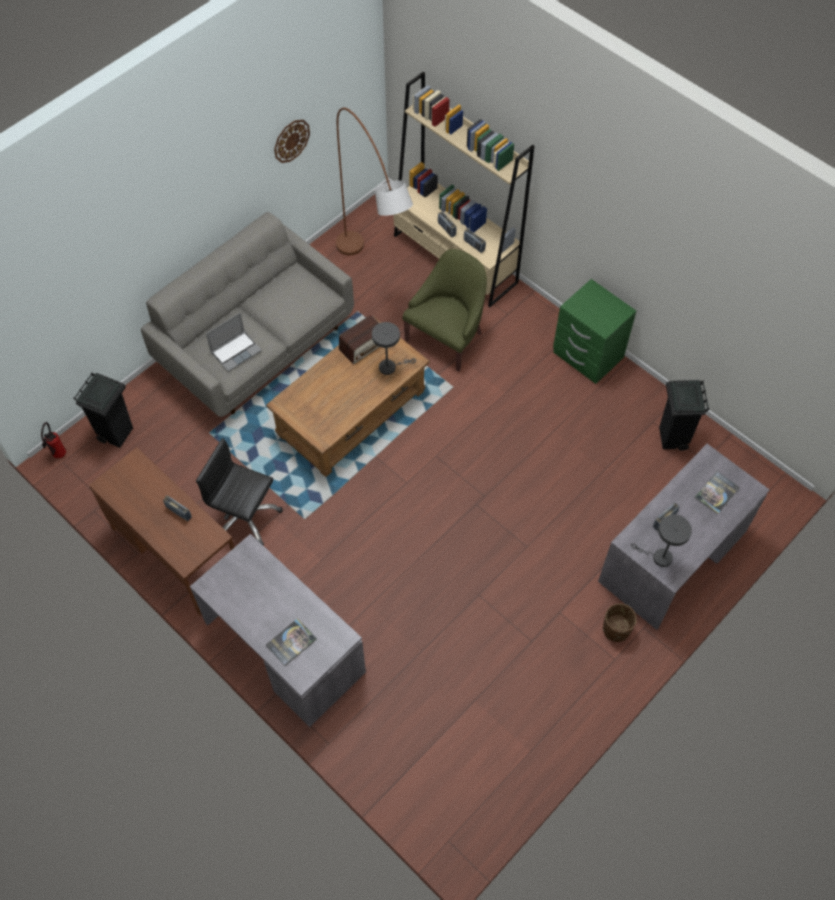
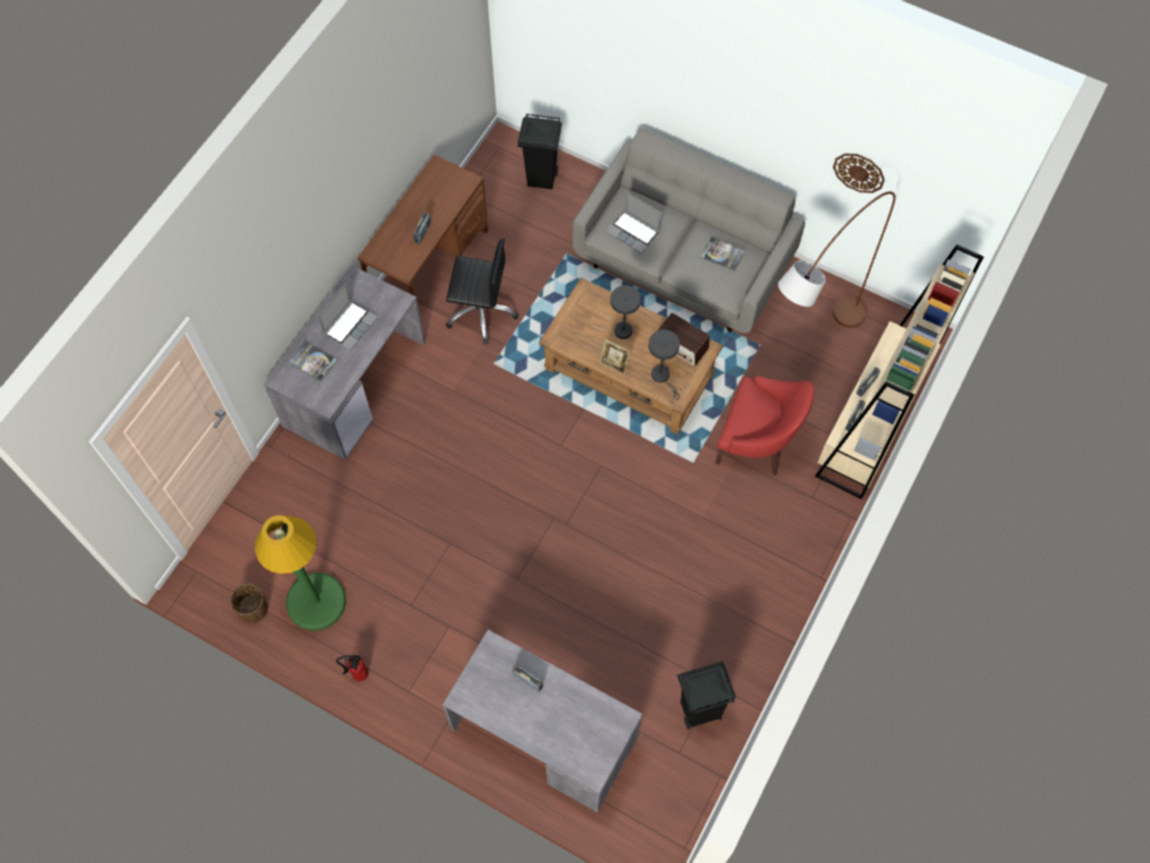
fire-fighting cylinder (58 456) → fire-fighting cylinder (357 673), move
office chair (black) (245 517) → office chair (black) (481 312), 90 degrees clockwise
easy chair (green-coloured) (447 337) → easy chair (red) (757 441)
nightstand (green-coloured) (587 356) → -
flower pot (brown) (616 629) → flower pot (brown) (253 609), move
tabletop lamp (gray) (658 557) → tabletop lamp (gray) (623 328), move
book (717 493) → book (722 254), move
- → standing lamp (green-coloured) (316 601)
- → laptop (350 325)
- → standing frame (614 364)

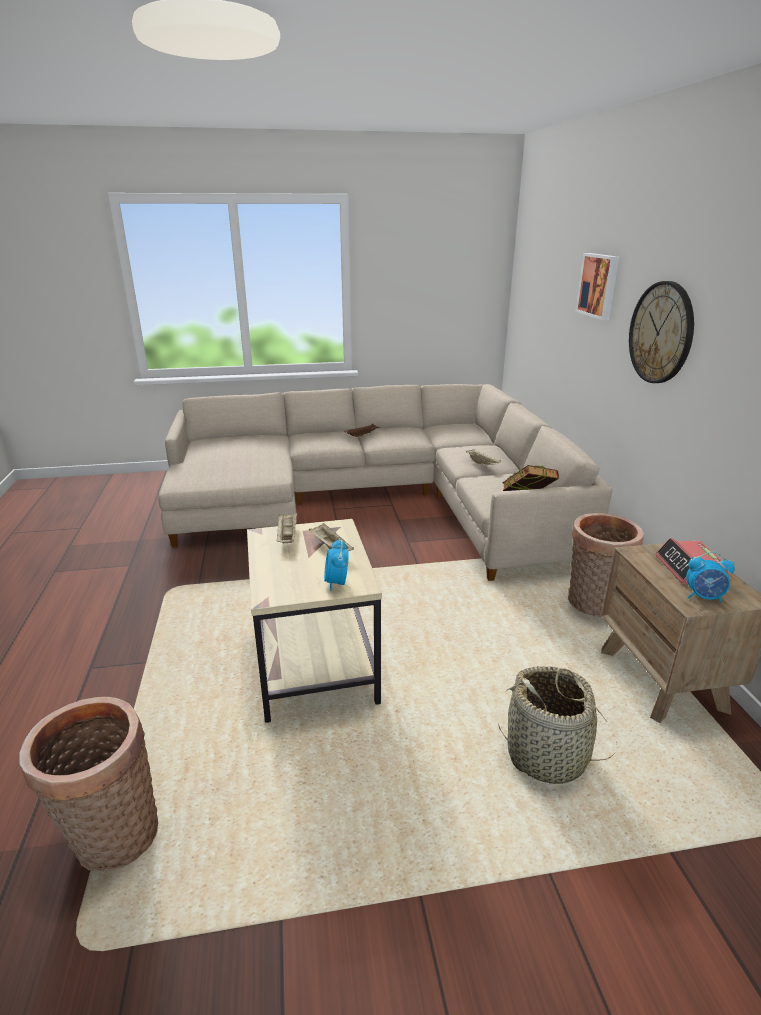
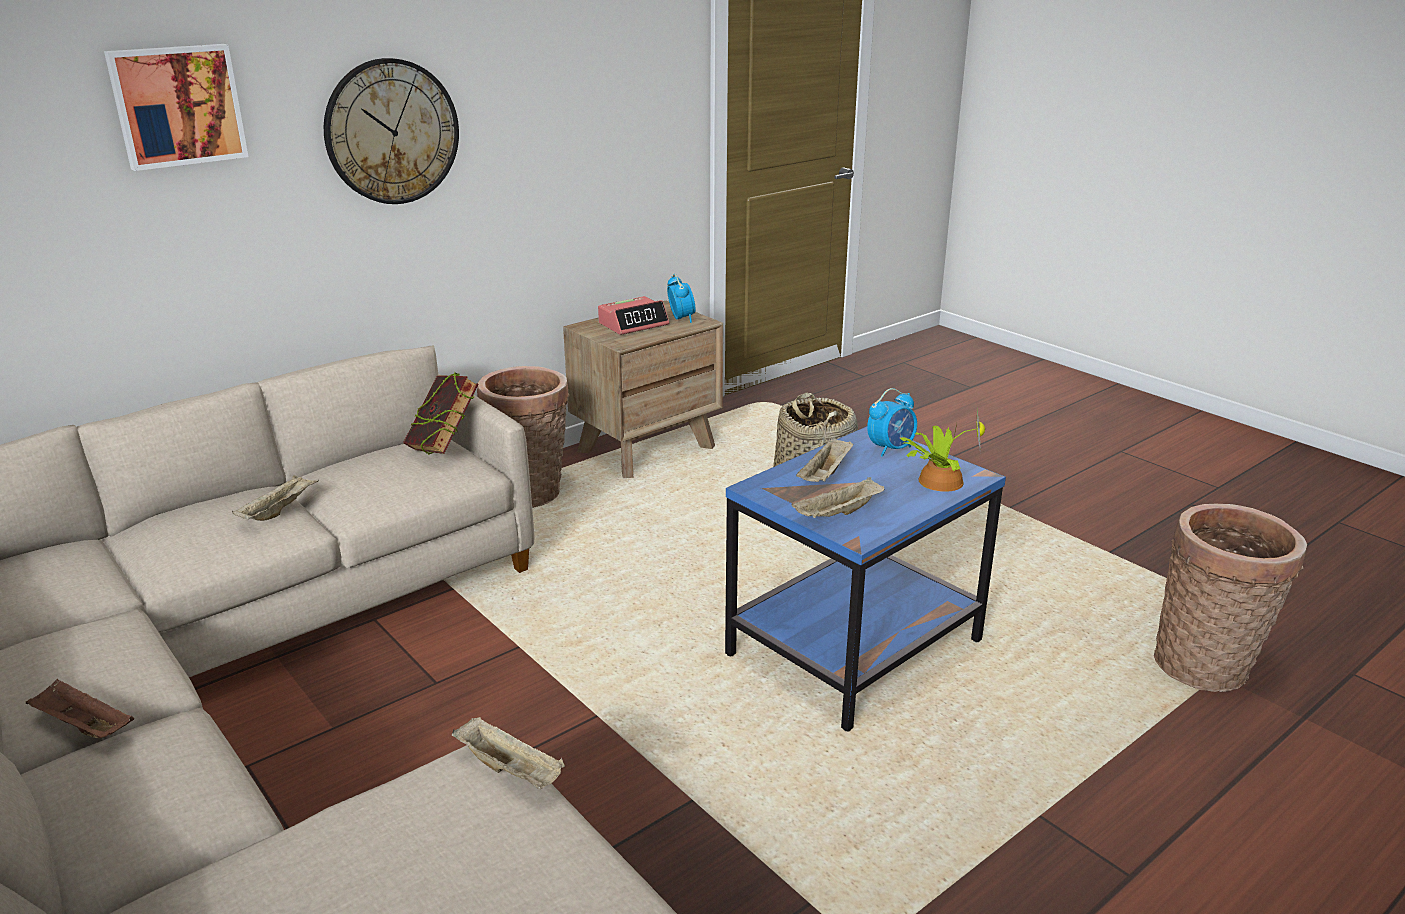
accent table (beige-coloured) (316 665) → accent table (blue-coloured) (853 648)
- → serving tray (beige-coloured) (511 770)
- → houseplant (938 480)

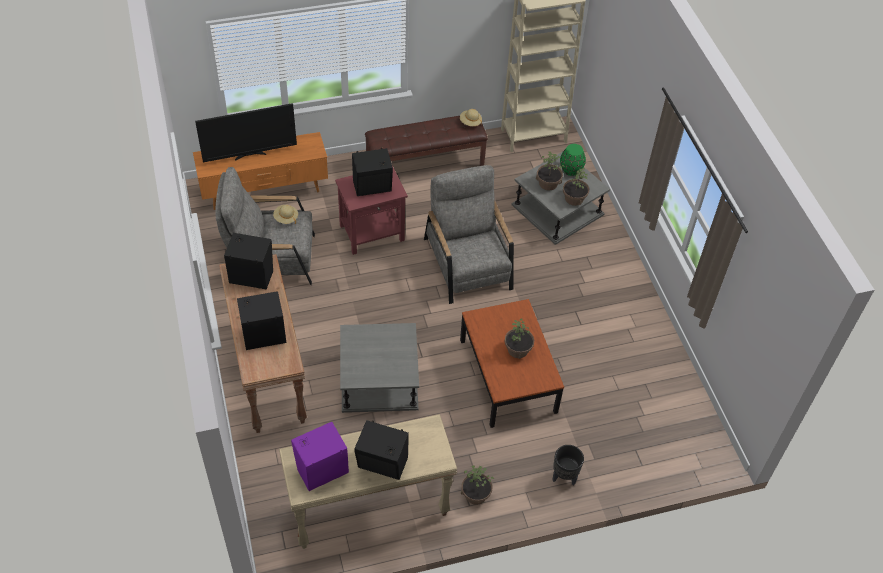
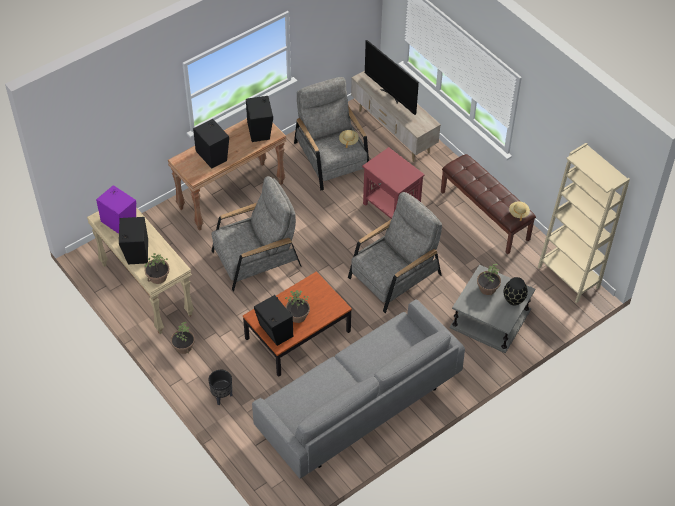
tv unit (orange) (265 192) → tv unit (beige-coloured) (393 132)
accent table (gray) (379 379) → easy chair (gray) (256 259)
loudspeaker (black) (373 187) → loudspeaker (black) (275 332), move
decorative vase (green-coloured) (571 170) → decorative vase (black) (514 299)
houseplant (573 198) → houseplant (158 276), move
- → sofa (gray) (358 404)

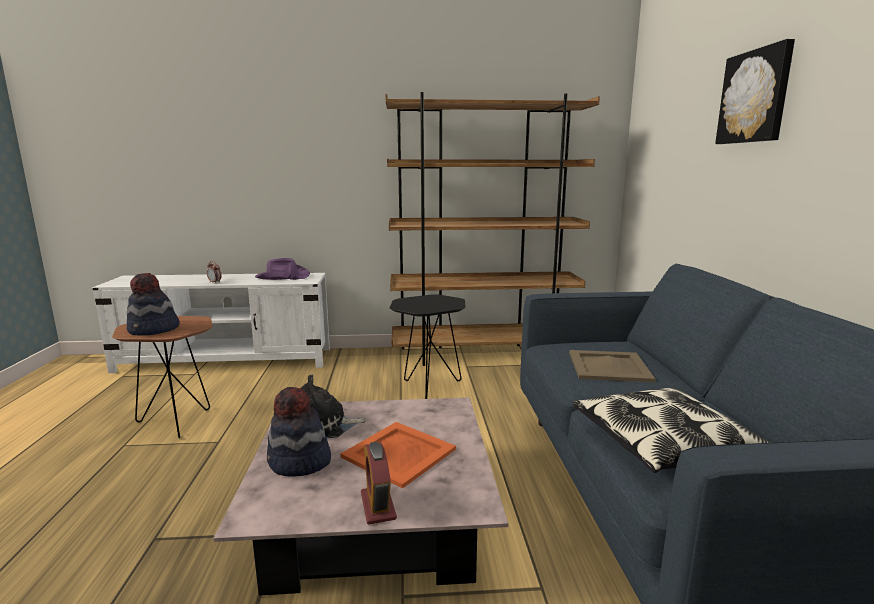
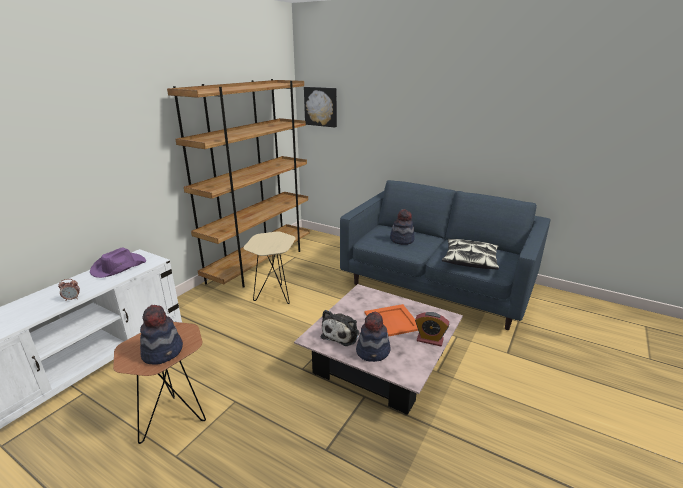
accent table (black) (428 387) → accent table (beige-coloured) (274 297)
serving tray (beige-coloured) (609 366) → wearable hat (402 240)
wall picture (755 97) → wall picture (321 106), move

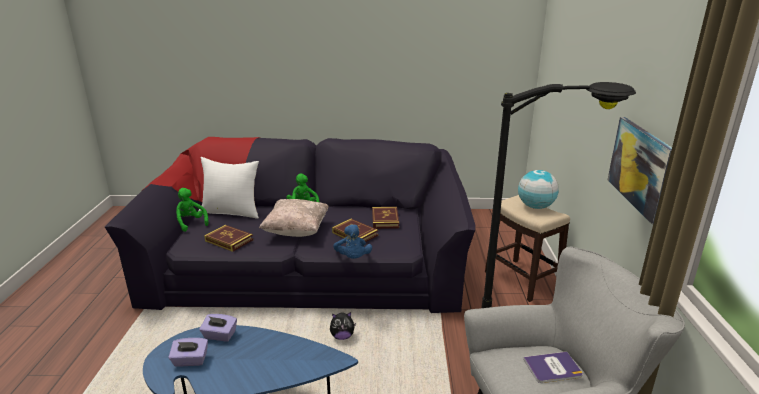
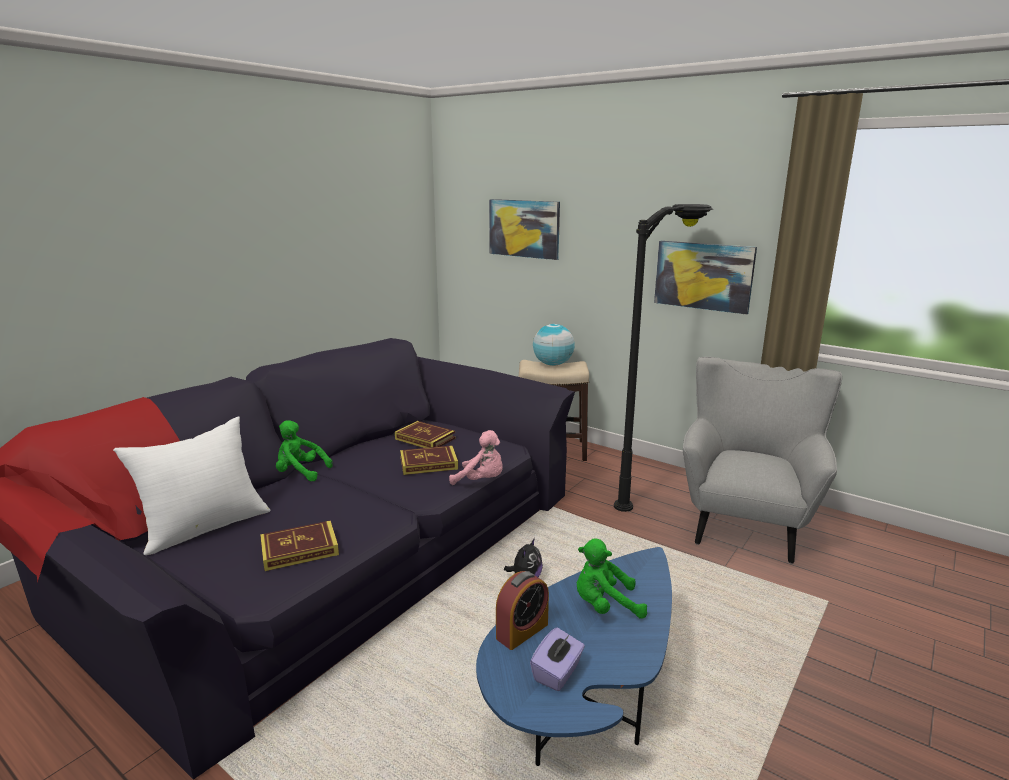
plush toy (green-coloured) (189 223) → plush toy (green-coloured) (605 606), move
tissue holder (purple-coloured) (219 335) → bedside clock (522 631)
pillow (beige-coloured) (296 231) → -
plush toy (blue-coloured) (353 258) → plush toy (pink-coloured) (481 481)
book (552 368) → -
- → wall picture (524 228)

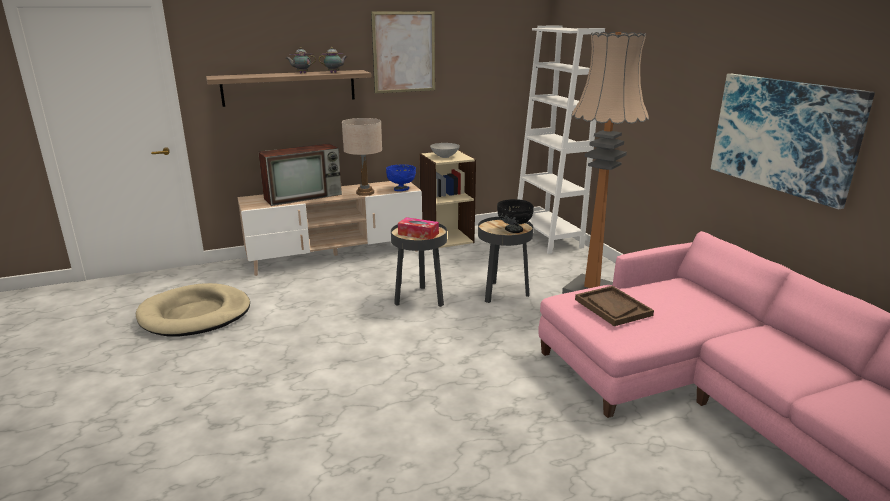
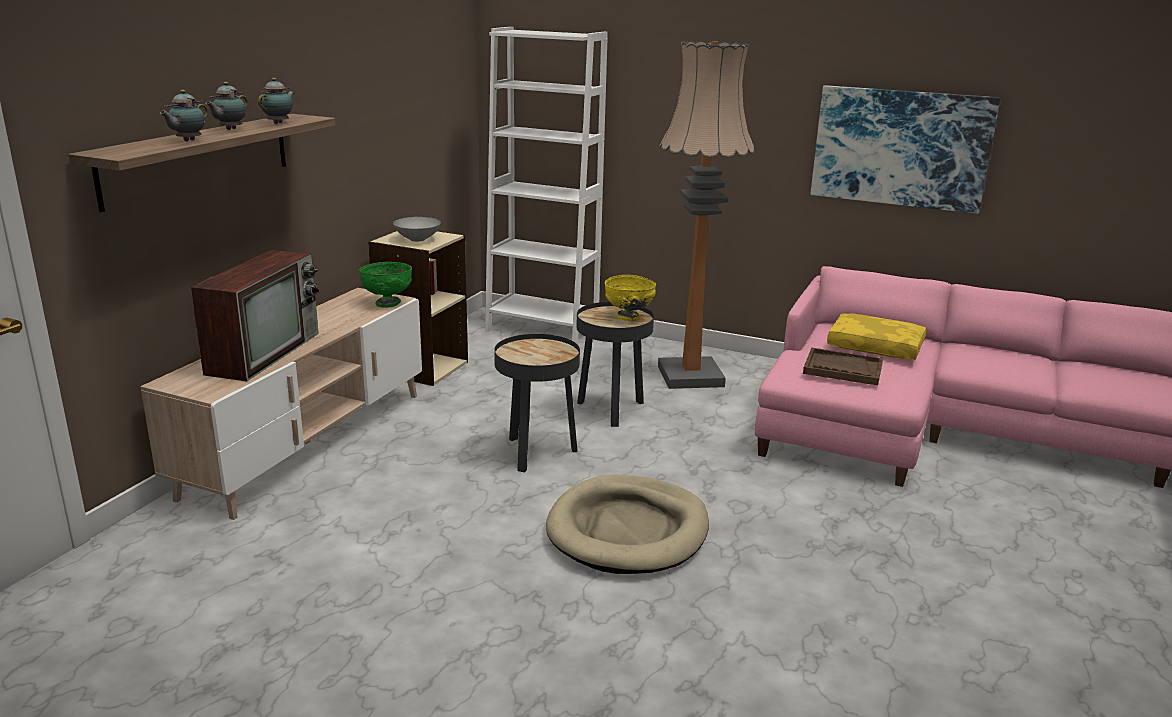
dog bed (beige-coloured) (195 314) → dog bed (beige-coloured) (628 530), move
tabletop lamp (beige-coloured) (365 193) → -
wall picture (404 52) → -
deep dish (blue-coloured) (401 189) → deep dish (green-coloured) (388 303)
tissue holder (418 234) → -
deep dish (black) (514 230) → deep dish (yellowish) (628 317)
- → pot for tea (187 141)
- → pillow (yellowish) (876 347)

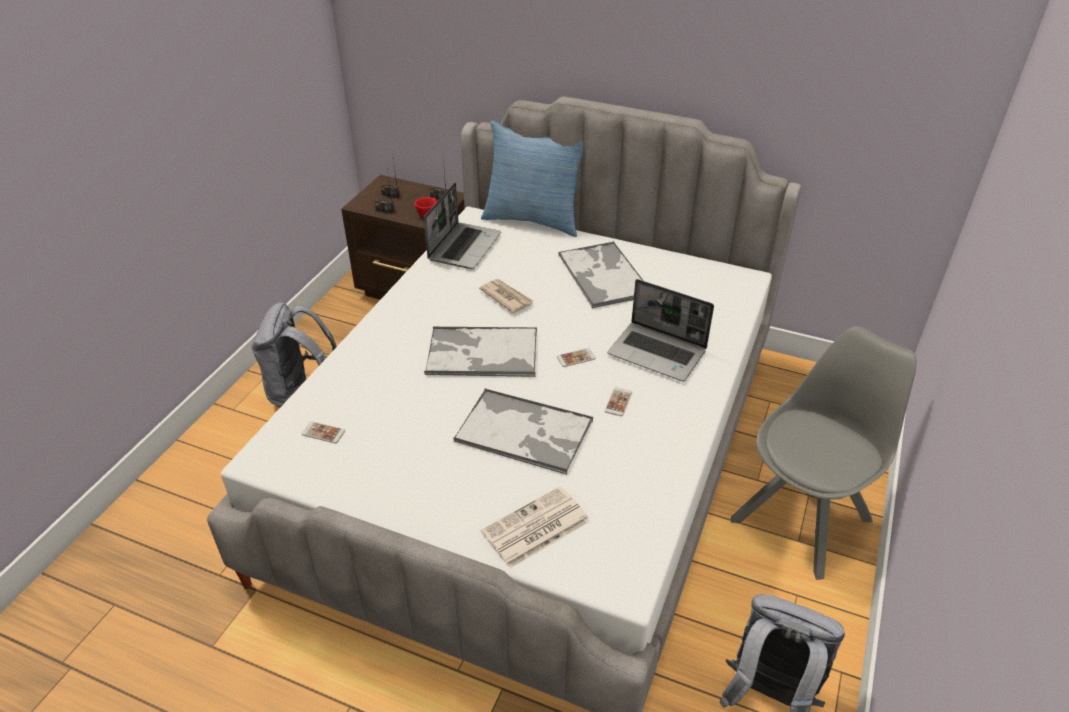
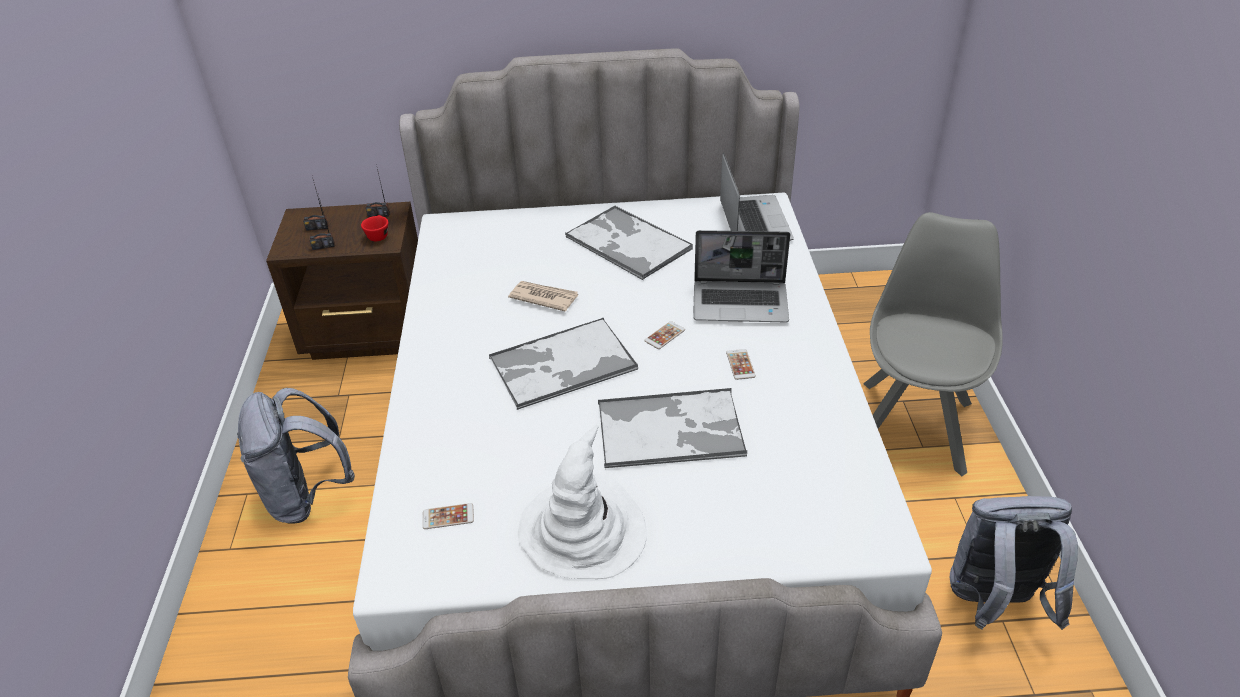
laptop (464 246) → laptop (753 221), move
pillow (533 219) → -
daily paper (535 528) → -
- → wearable hat (white-coloured) (583 530)

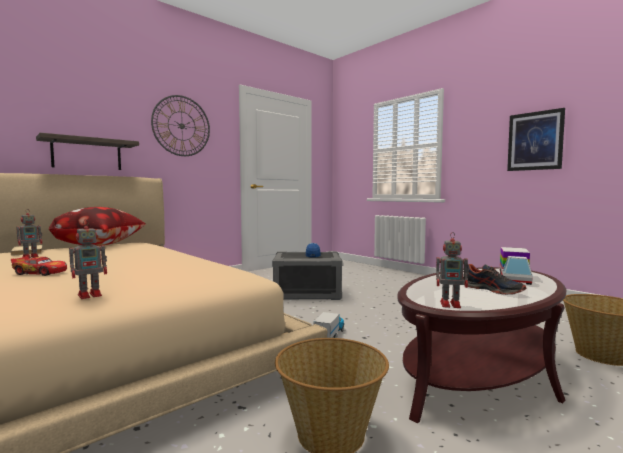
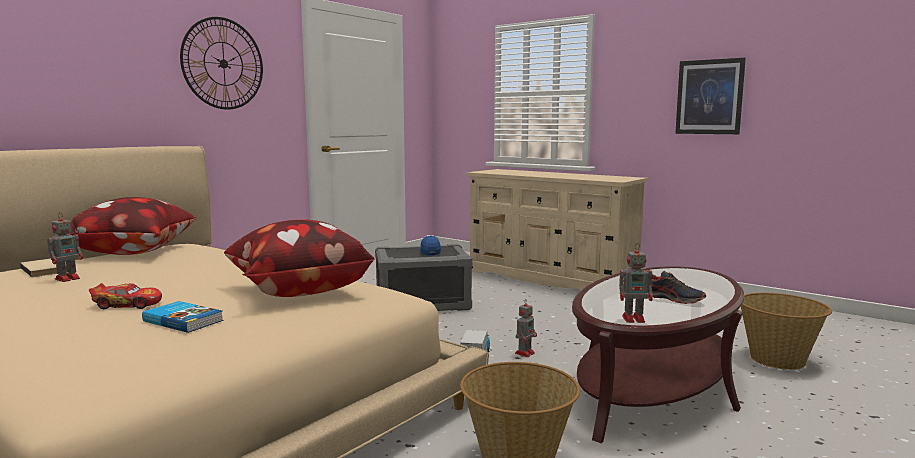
shelf (87 154) → -
robot figure (91 295) → robot figure (525 353), move
toy truck (514 278) → -
- → book (184 320)
- → pillow (297 291)
- → dresser (beige-coloured) (551 278)

